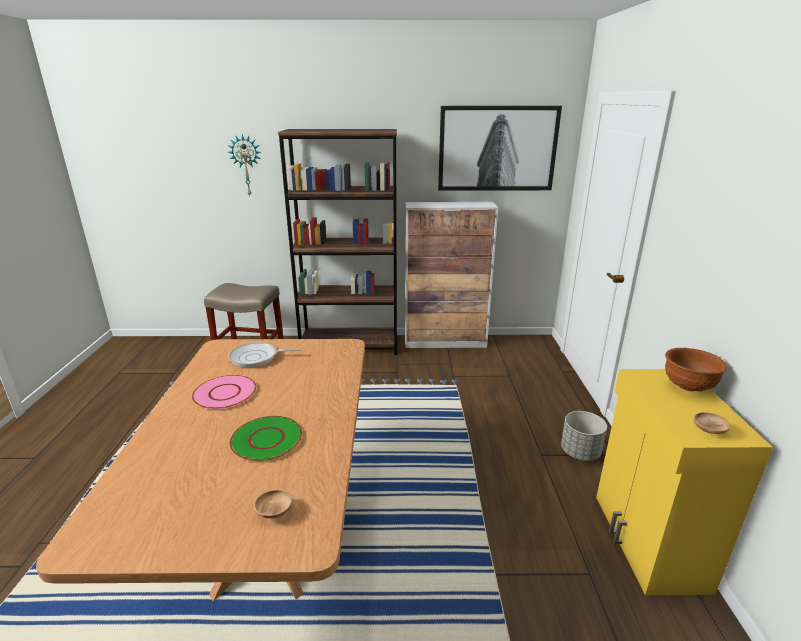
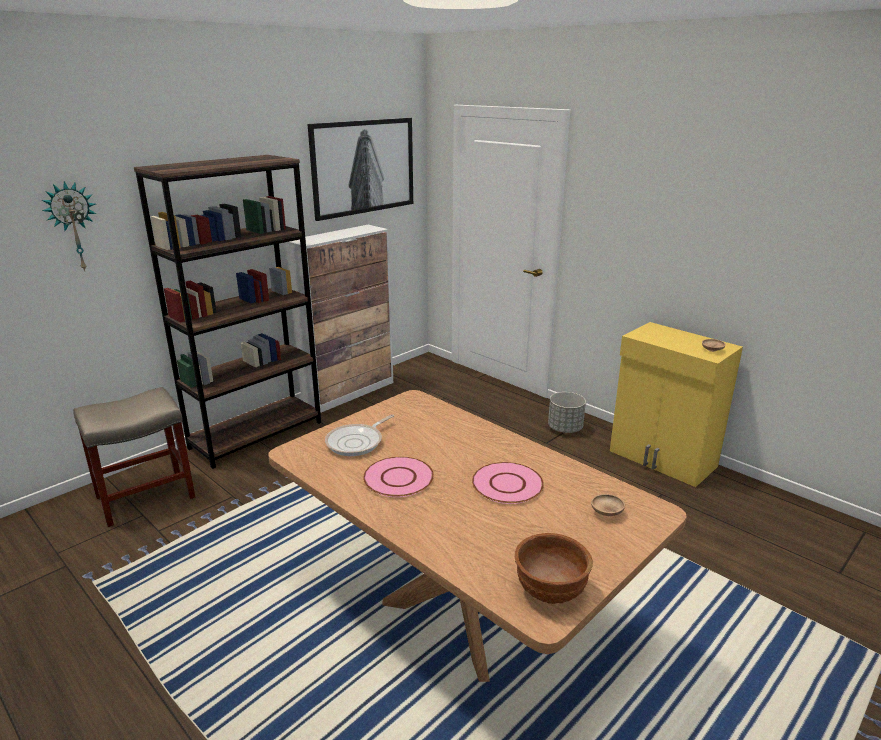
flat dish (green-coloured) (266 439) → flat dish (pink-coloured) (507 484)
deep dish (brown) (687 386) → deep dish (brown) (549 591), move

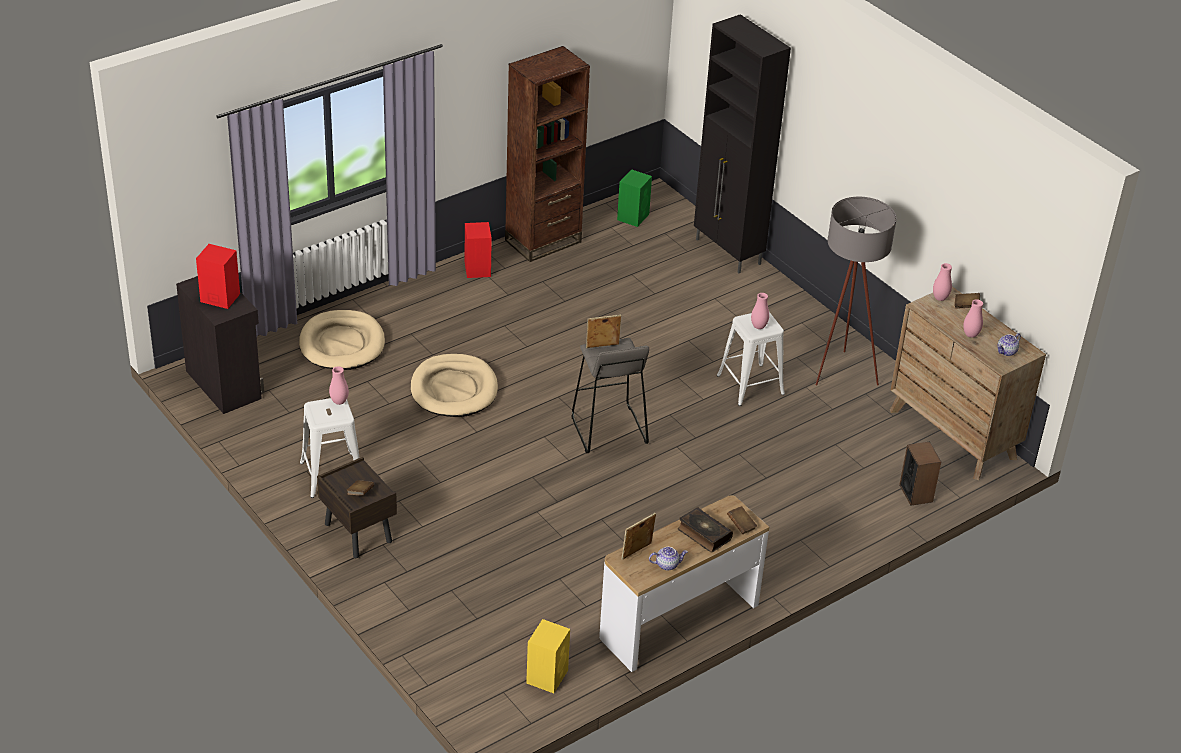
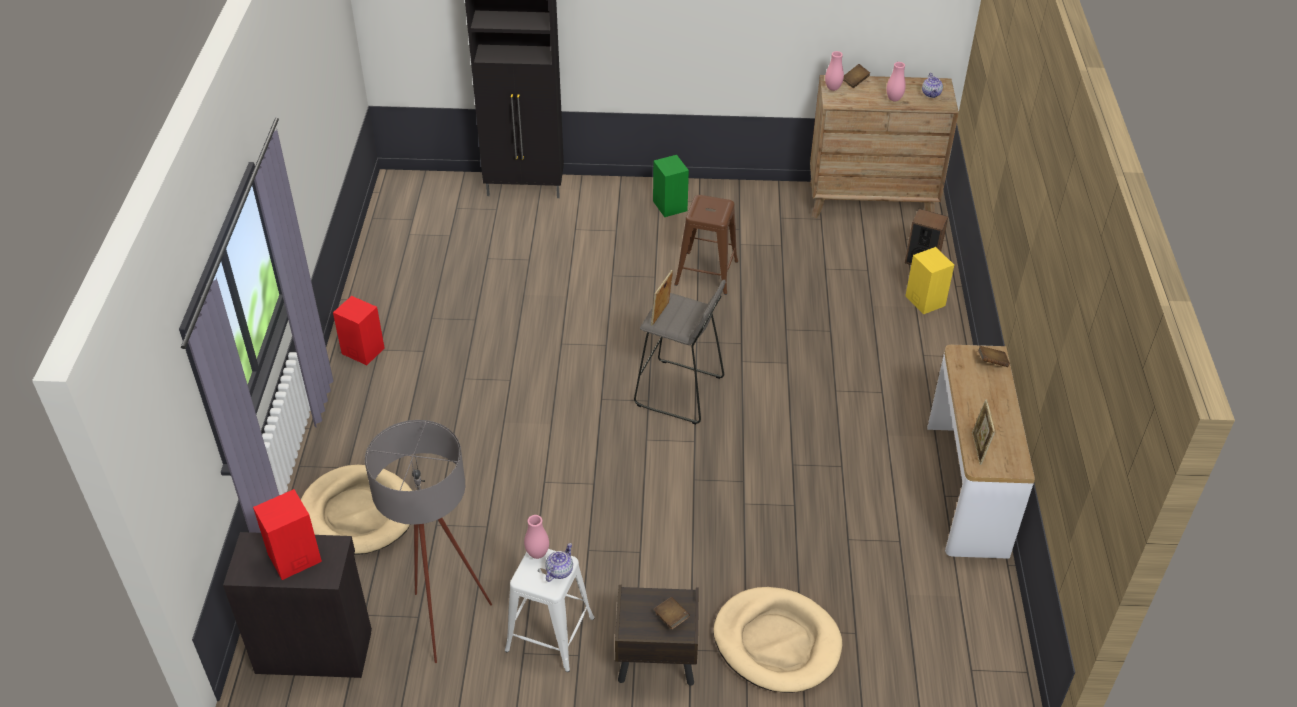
dog bed (beige-coloured) (454 389) → dog bed (beige-coloured) (777 642), move
shelving unit (brown) (543 241) → -
loudspeaker (yellowish) (547 676) → loudspeaker (yellowish) (924 300), move
loudspeaker (green-coloured) (633 216) → loudspeaker (green-coloured) (669 205), move
pot for tea (667 564) → pot for tea (559 571), move
book (703 534) → -
stool (white-coloured) (750 385) → stool (brown) (706 273)
decorative vase (pink-coloured) (758 326) → -
standing lamp (gray) (839 376) → standing lamp (gray) (444 629), move

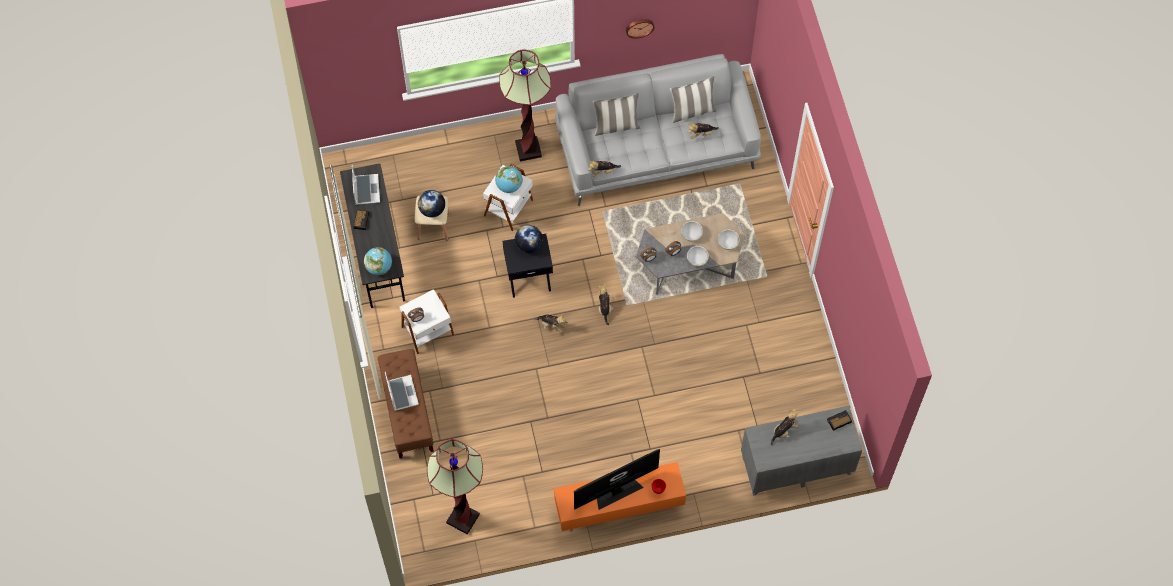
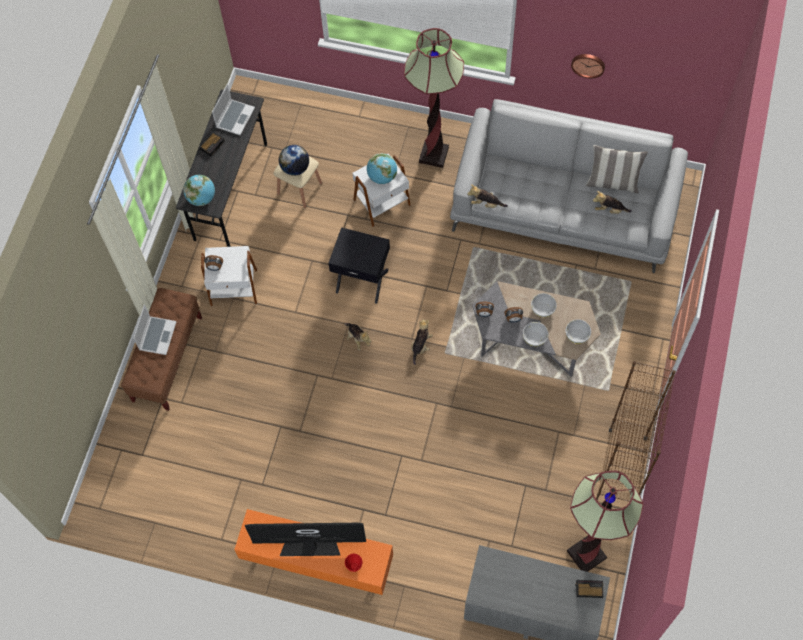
standing lamp (463 518) → standing lamp (586 554), move
globe (529 245) → -
pillow (616 125) → -
plush toy (784 431) → -
- → shelving unit (brown) (621 469)

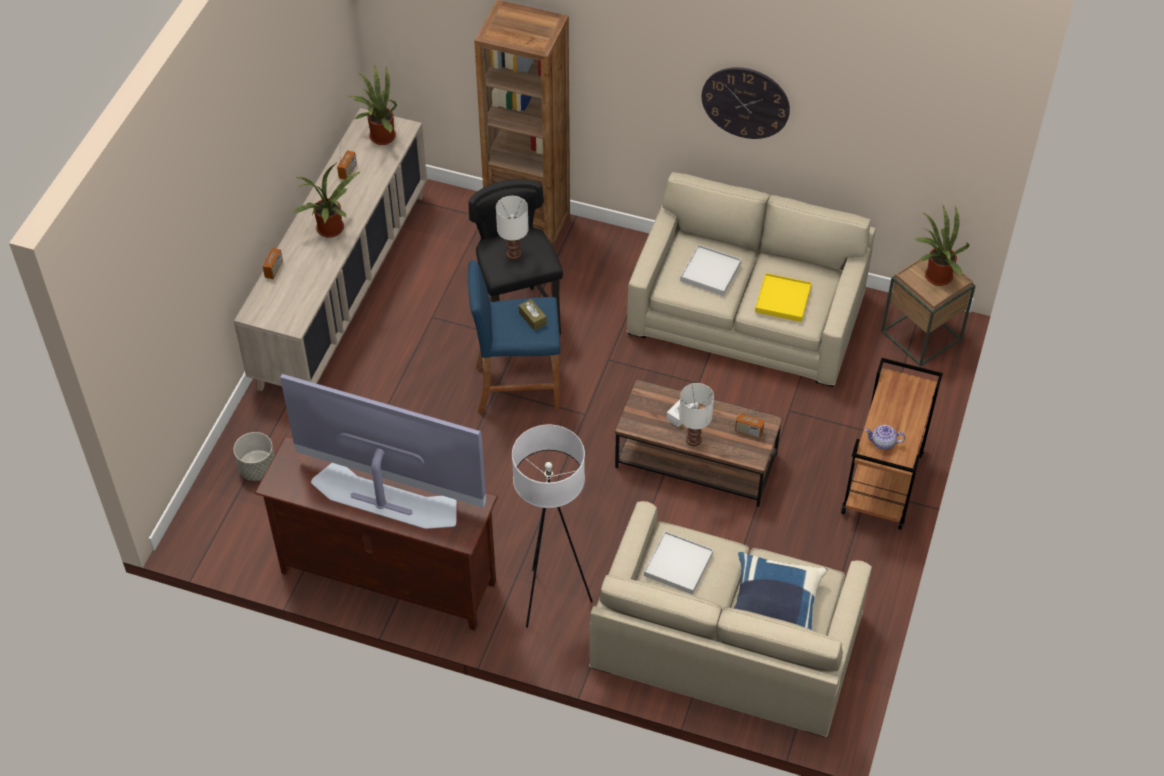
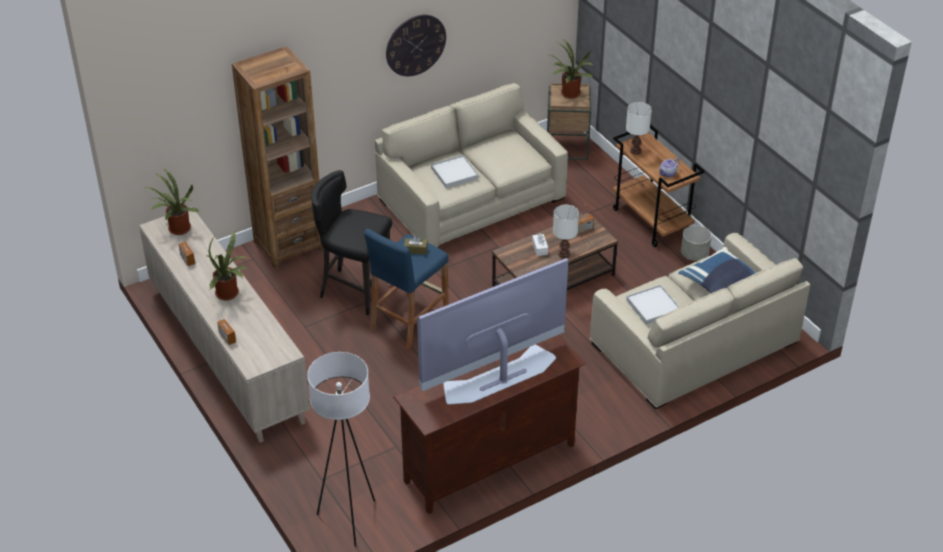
flower pot (gray) (257 468) → flower pot (gray) (694 254), move
tabletop lamp (white-coloured) (514 254) → tabletop lamp (white-coloured) (635 150), move
standing lamp (white-coloured) (551 599) → standing lamp (white-coloured) (350 519), move
serving tray (yellowish) (783 300) → -

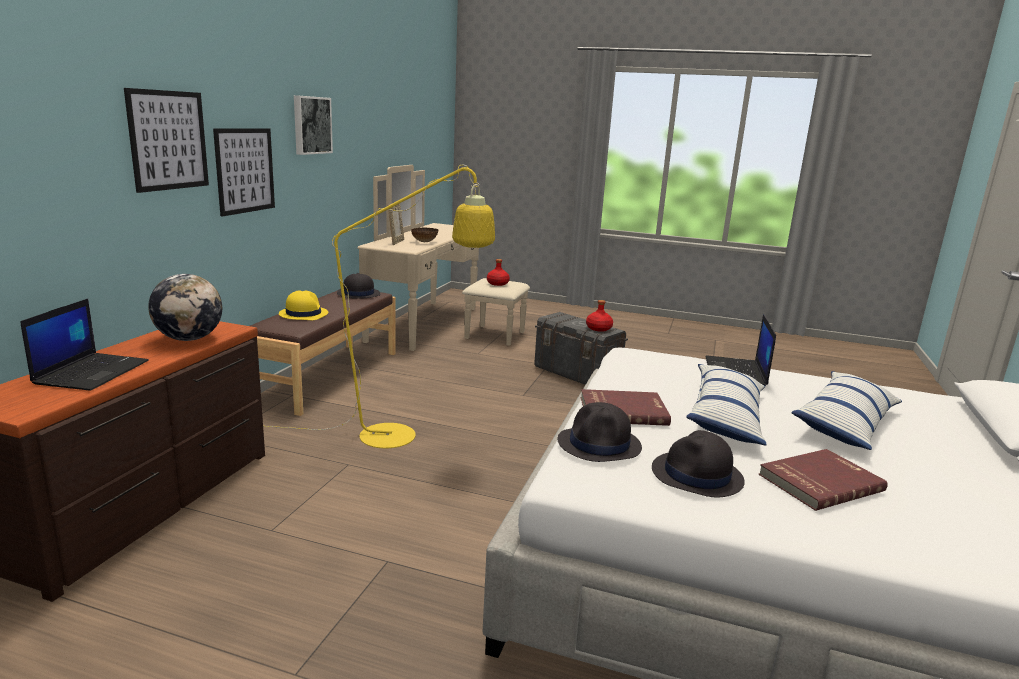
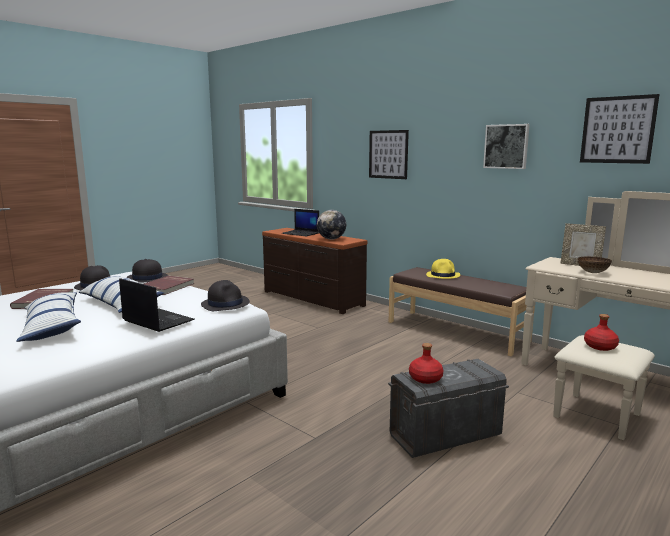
wall picture (245 170) → wall picture (617 130), move
standing lamp (yellowish) (402 436) → -
wearable hat (black) (358 294) → wearable hat (black) (225 304), move

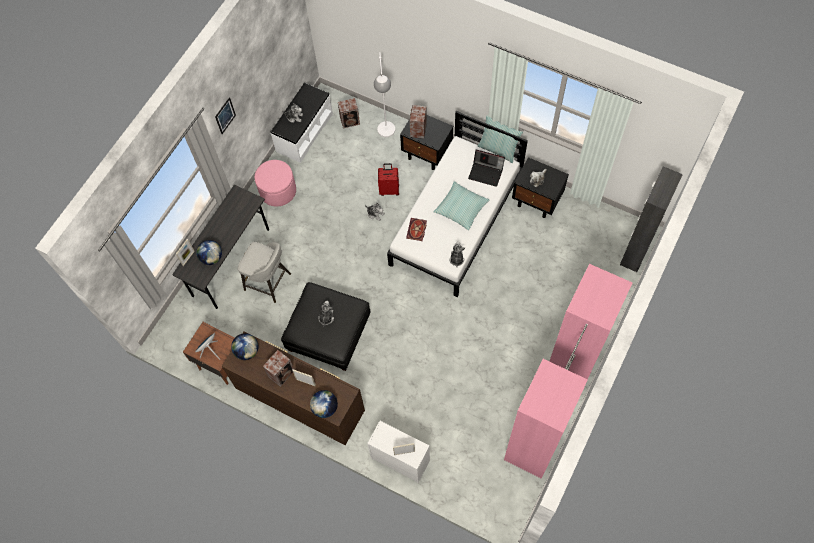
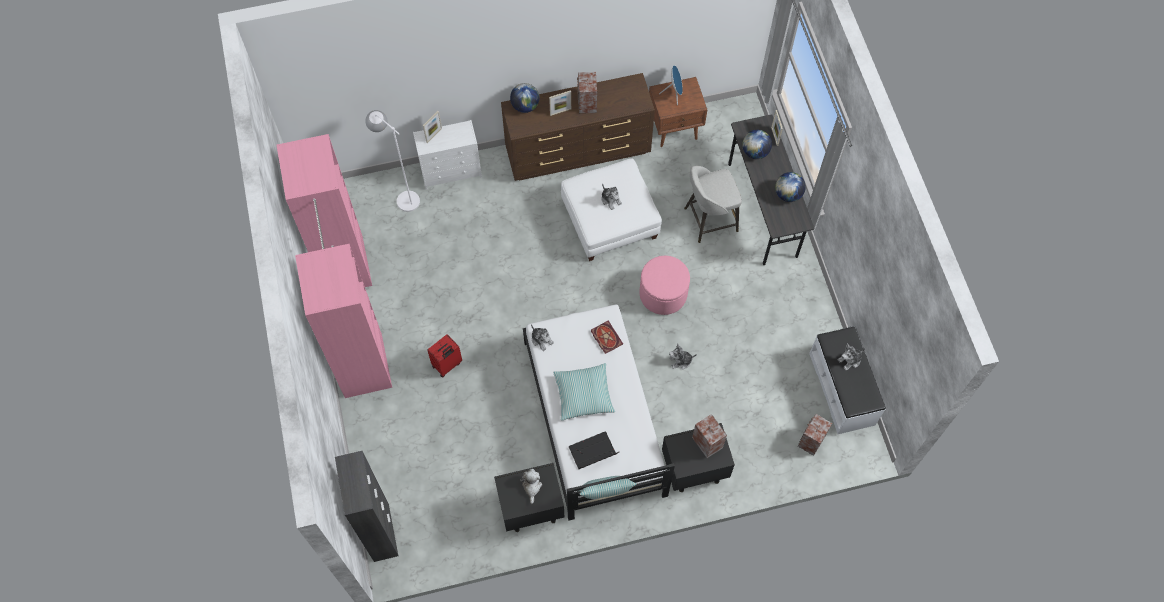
wall picture (225 115) → -
globe (247 351) → globe (788 194), move
footrest (pink-coloured) (278 191) → footrest (pink-coloured) (663 294), move
footrest (black) (328 333) → footrest (white-coloured) (610 219)
standing lamp (white-coloured) (387 135) → standing lamp (white-coloured) (402 196), move
suitcase (red) (389 189) → suitcase (red) (447 365), move

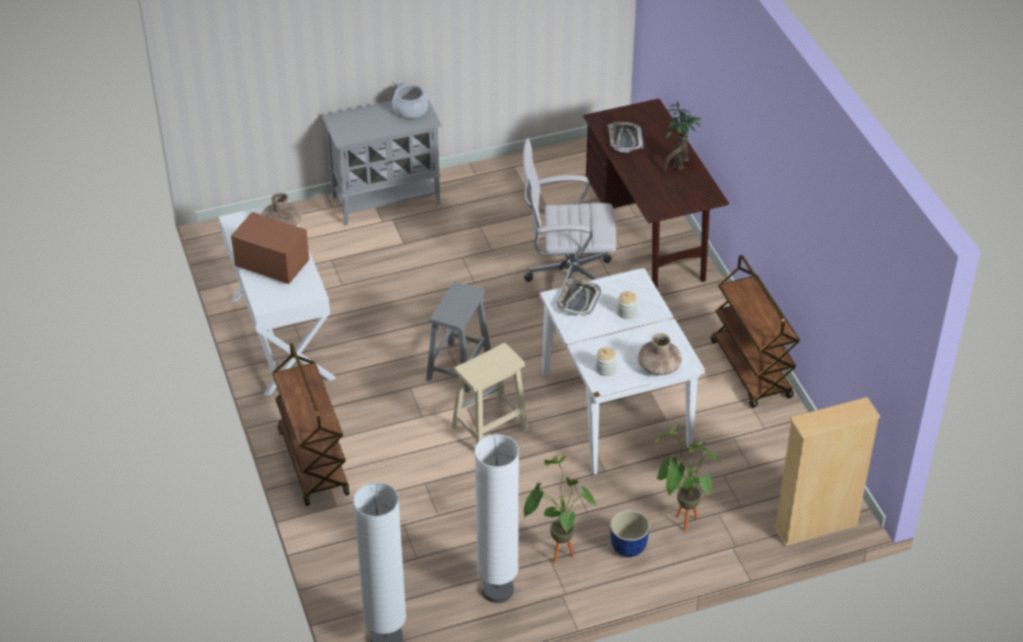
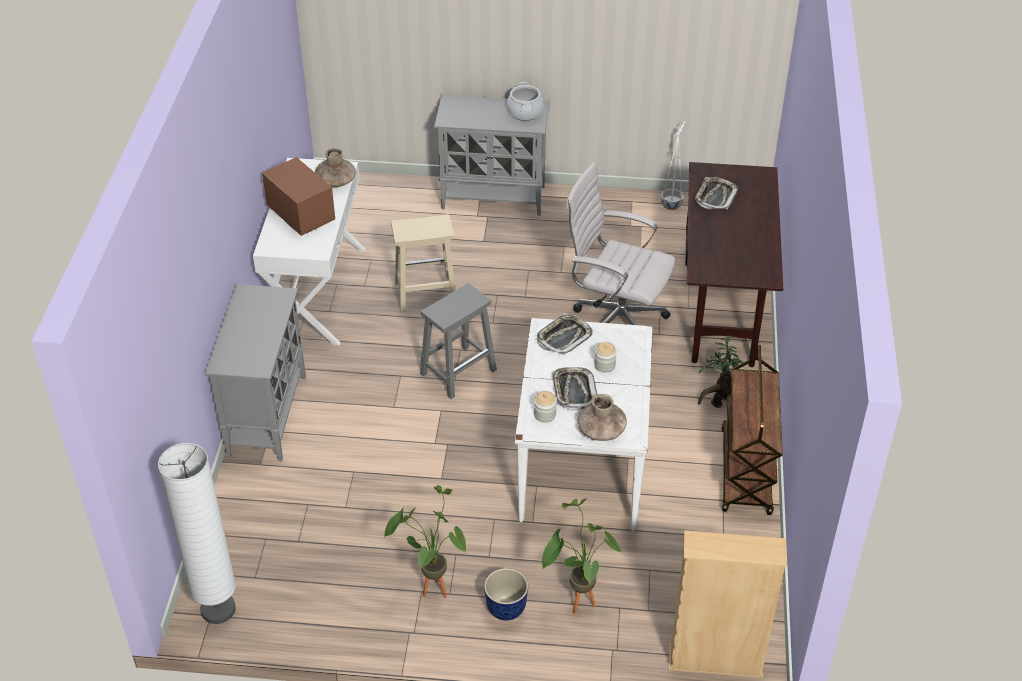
wheeled cart (brown) (312 462) → storage cabinet (gray) (267 415)
stool (beige-coloured) (489 429) → stool (beige-coloured) (424 294), move
standing lamp (white-coloured) (497 590) → -
houseplant (677 165) → houseplant (717 401), move
- → serving tray (574 391)
- → flower pot (white-coloured) (672 204)

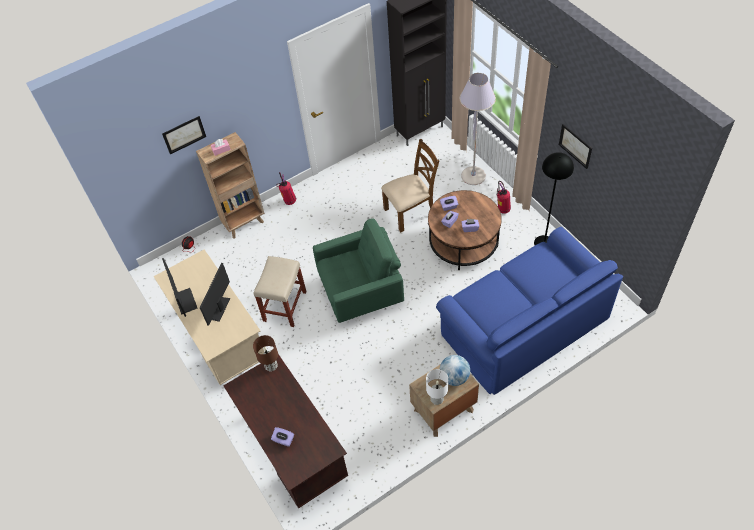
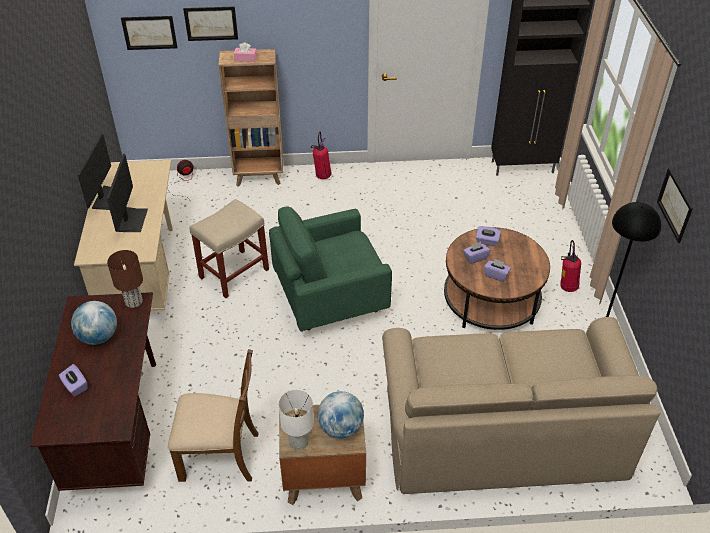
computer screen (217 308) → computer screen (132 219), 135 degrees clockwise
easy chair (green-coloured) (361 292) → easy chair (green-coloured) (329 298), 150 degrees clockwise
plain chair (brown) (410 211) → plain chair (brown) (220 455), move
sofa (blue-coloured) (523 324) → sofa (beige-coloured) (502 429)
standing lamp (gray) (473 176) → -
- → globe (98 337)
- → wall picture (149 32)

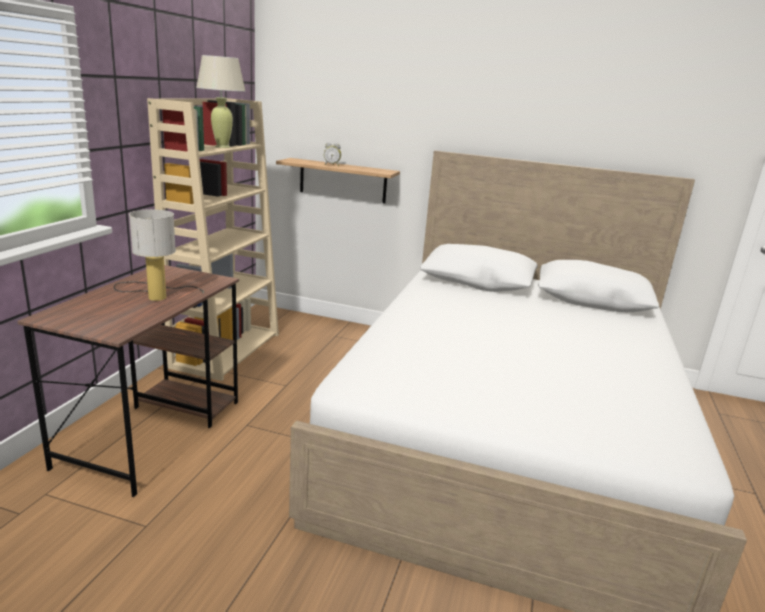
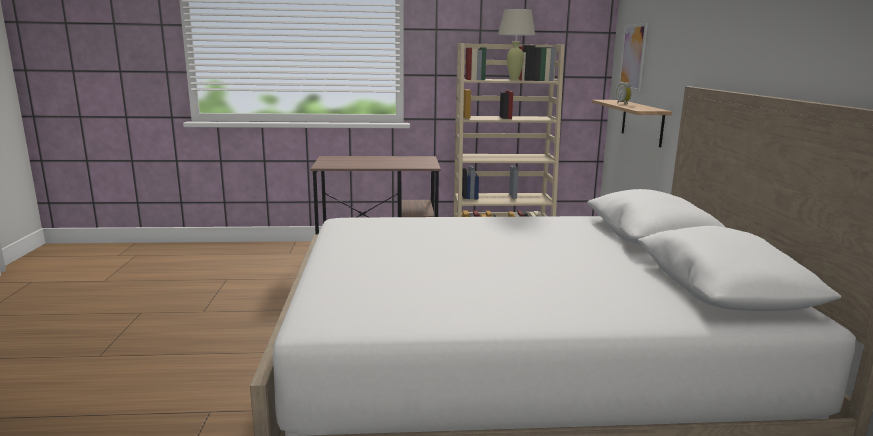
tabletop lamp (156 293) → -
- → wall picture (633 57)

